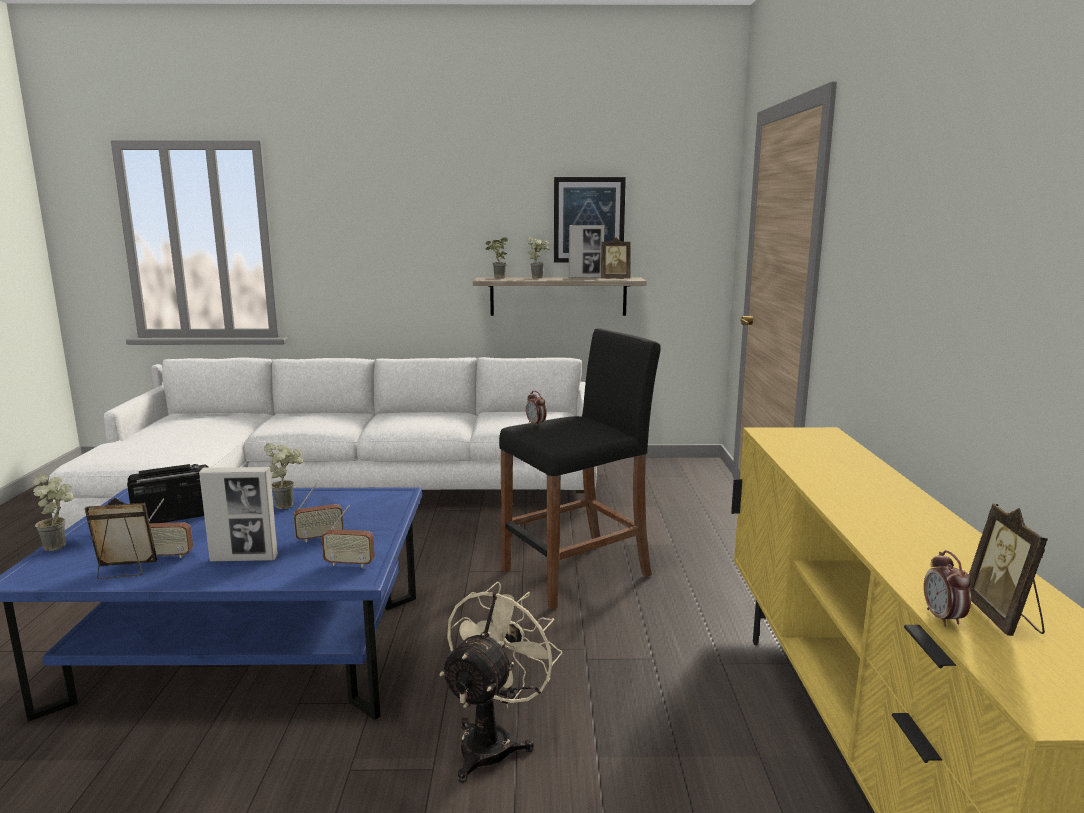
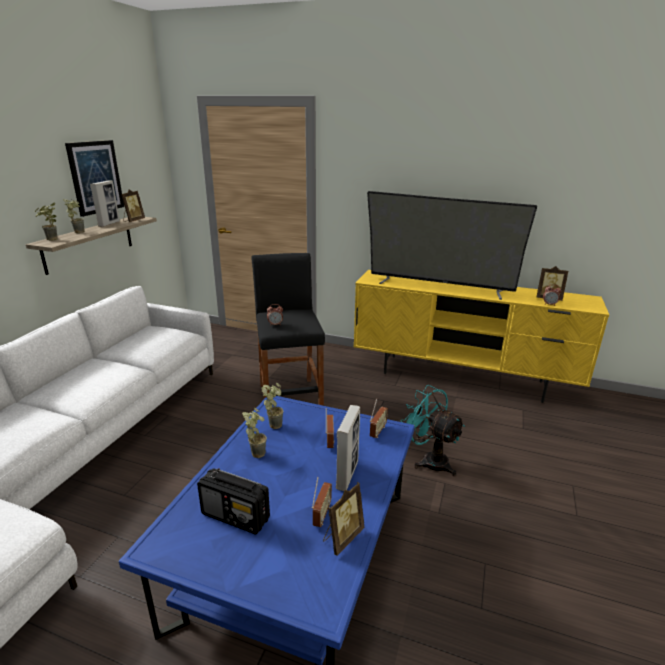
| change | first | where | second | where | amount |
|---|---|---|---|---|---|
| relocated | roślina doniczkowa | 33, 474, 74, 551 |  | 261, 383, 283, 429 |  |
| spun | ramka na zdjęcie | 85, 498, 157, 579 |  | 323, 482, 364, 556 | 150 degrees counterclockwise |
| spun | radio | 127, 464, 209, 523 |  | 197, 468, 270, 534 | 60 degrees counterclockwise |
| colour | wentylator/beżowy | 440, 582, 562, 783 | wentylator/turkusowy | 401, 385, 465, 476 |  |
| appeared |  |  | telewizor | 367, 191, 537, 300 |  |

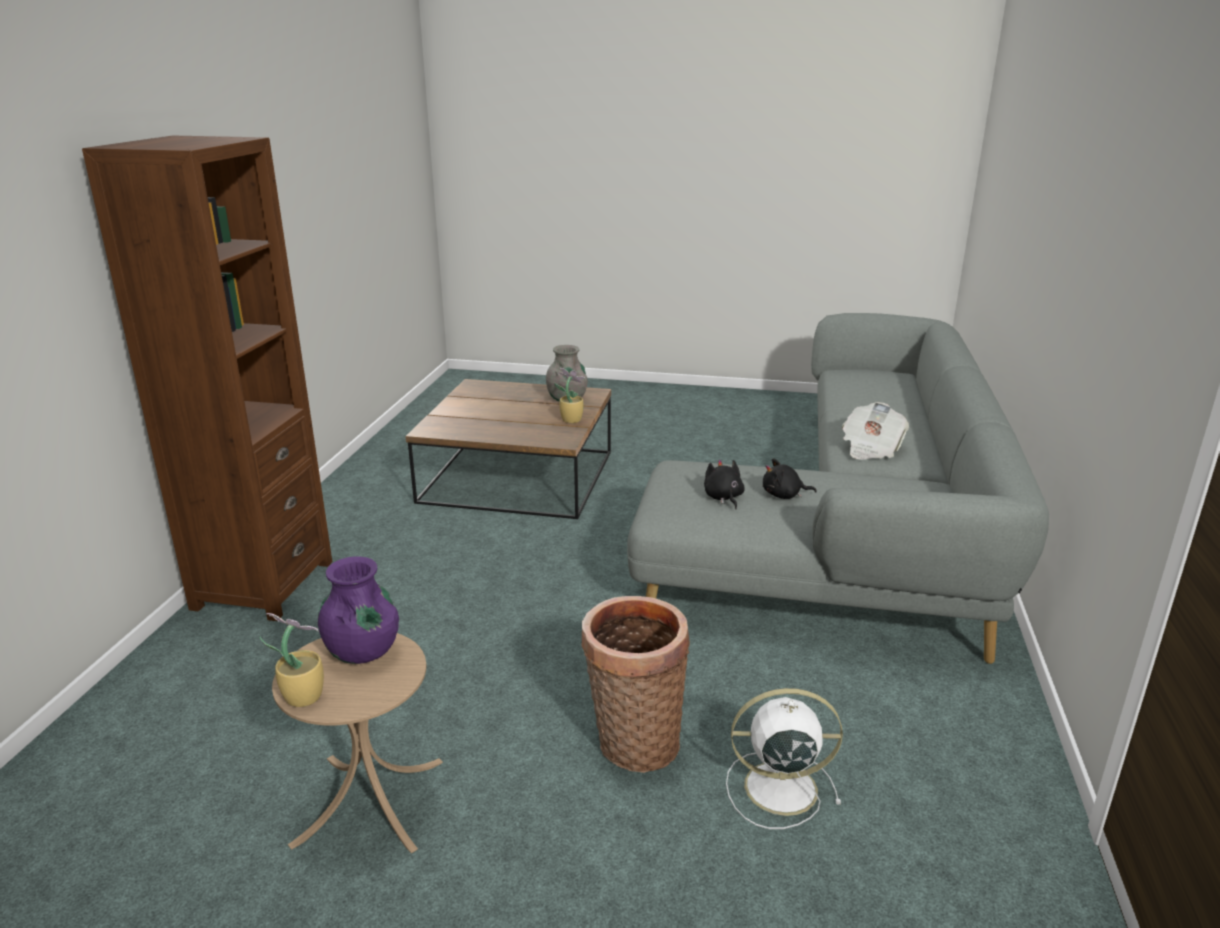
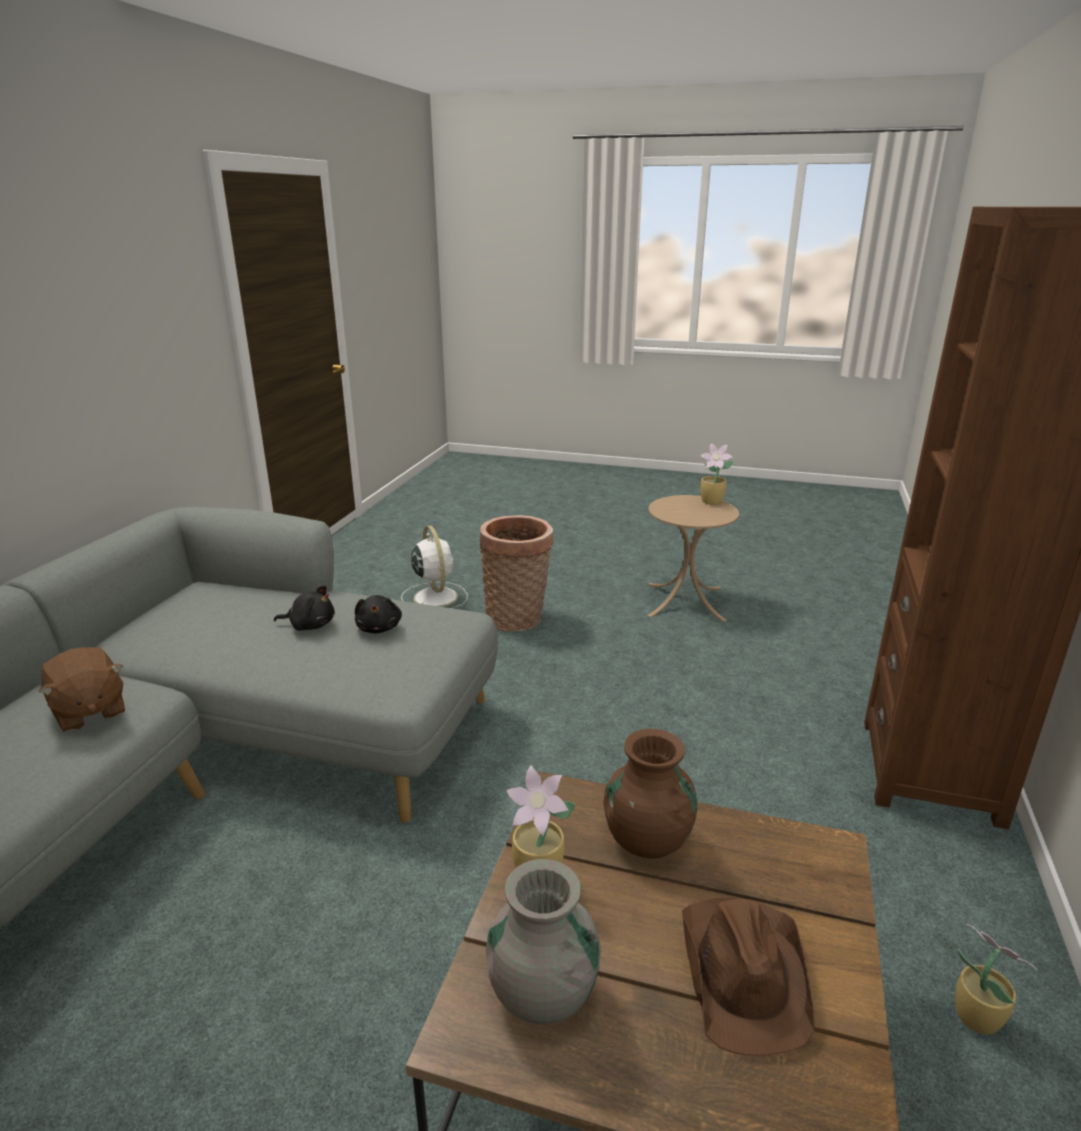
| change | first | where | second | where | amount |
|---|---|---|---|---|---|
| missing | wazon/fioletowy | 318, 557, 399, 664 |  |  |  |
| spun | wentylator/biały | 726, 688, 843, 829 |  | 401, 526, 468, 608 | 120 degrees counterclockwise |
| exchanged | gazeta | 842, 402, 909, 460 | pluszak/brązowy | 39, 647, 125, 732 |  |
| appeared |  |  | wazon/brązowy | 603, 729, 697, 858 |  |
| appeared |  |  | kapelusz/brązowy | 682, 898, 815, 1056 |  |
| appeared |  |  | roślina doniczkowa | 955, 924, 1037, 1035 |  |

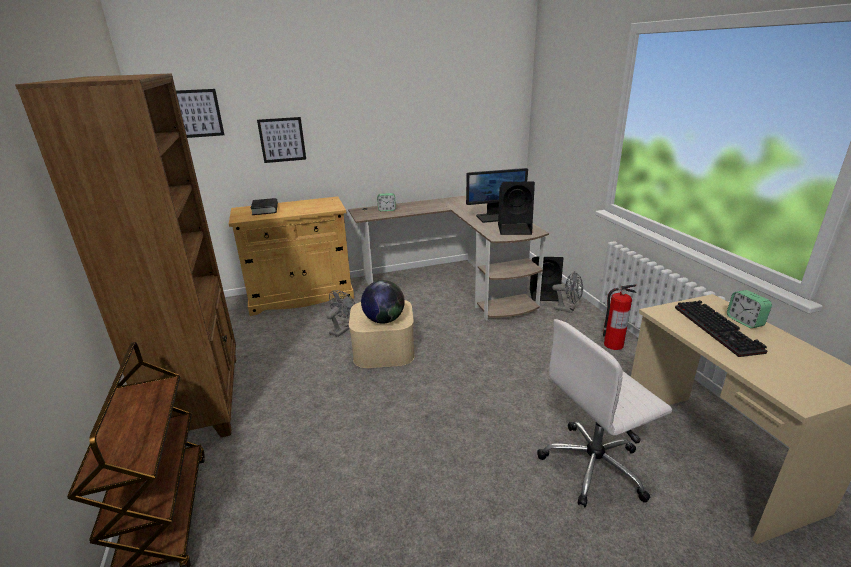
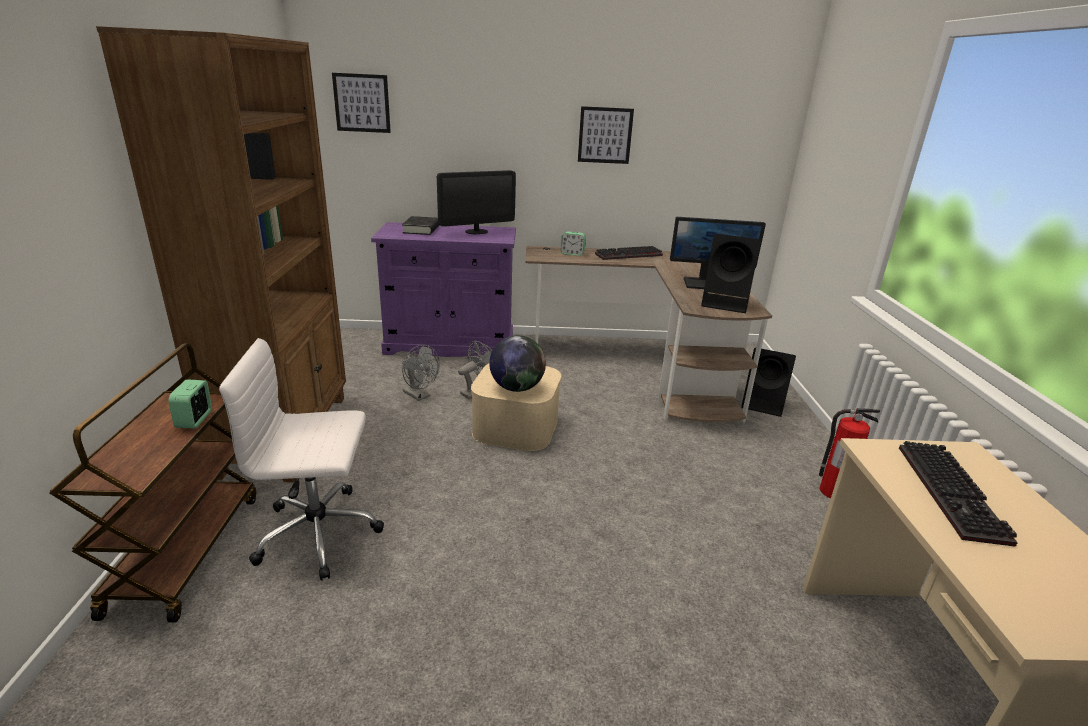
| change | first | where | second | where | amount |
|---|---|---|---|---|---|
| colour | szafka/beżowy | 229, 196, 354, 316 | szafka/fioletowy | 371, 222, 516, 357 |  |
| relocated | obraz | 257, 117, 306, 163 |  | 578, 106, 634, 164 |  |
| relocated | krzesło biurowe/biały | 537, 319, 672, 507 |  | 219, 338, 384, 581 |  |
| relocated | wentylator/szary | 552, 271, 583, 313 |  | 402, 345, 439, 401 |  |
| relocated | budzik | 727, 290, 772, 328 |  | 169, 380, 212, 428 |  |
| appeared |  |  | monitor | 437, 170, 516, 235 |  |
| appeared |  |  | klawiatura | 595, 246, 663, 260 |  |

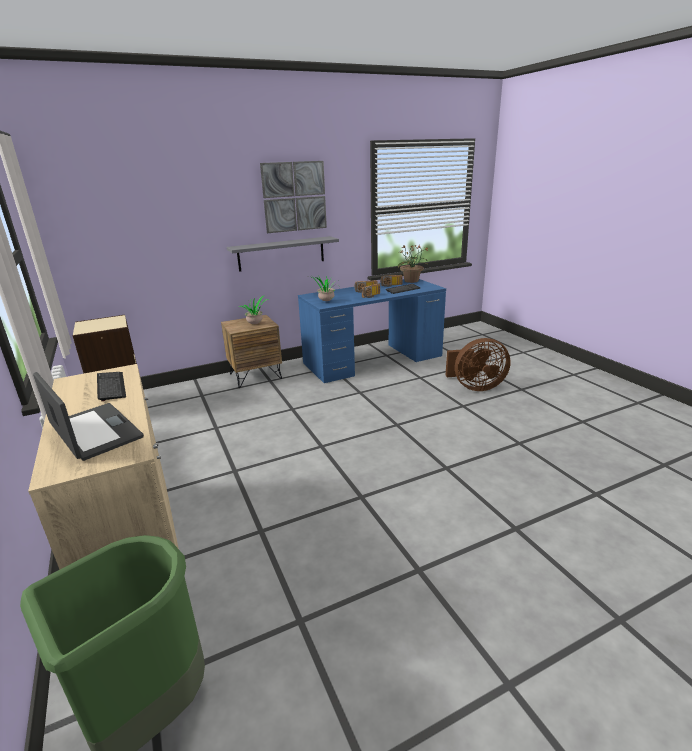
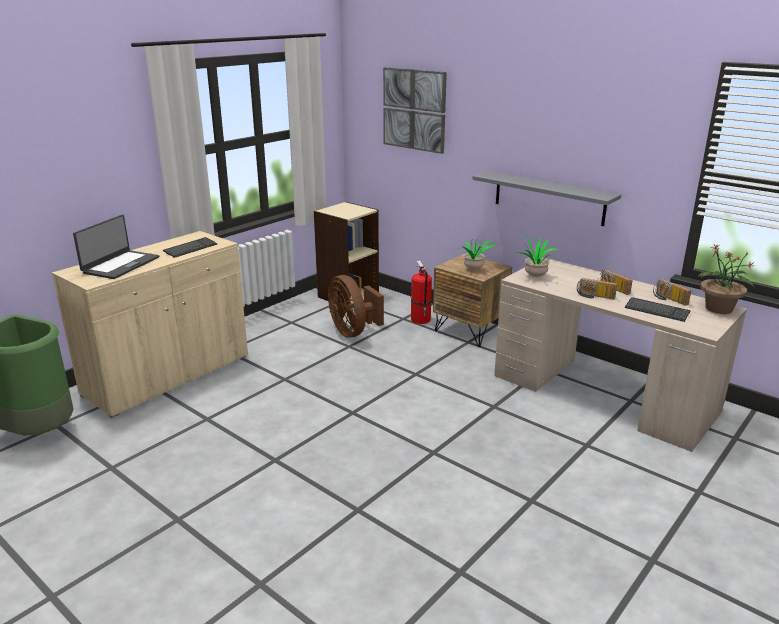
| change | first | where | second | where | amount |
|---|---|---|---|---|---|
| relocated | obraz | 260, 161, 327, 233 |  | 383, 67, 447, 154 |  |
| colour | biurko/niebieski | 298, 279, 446, 383 | biurko/beżowy | 494, 257, 747, 452 |  |
| relocated | wentylator/brązowy | 446, 338, 511, 391 |  | 328, 275, 384, 338 |  |
| appeared |  |  | gaśnica | 411, 260, 432, 324 |  |

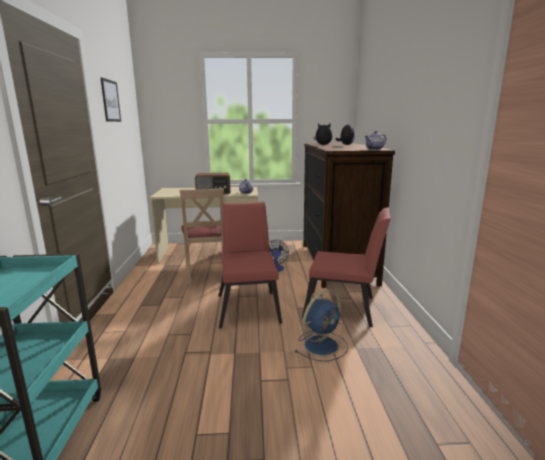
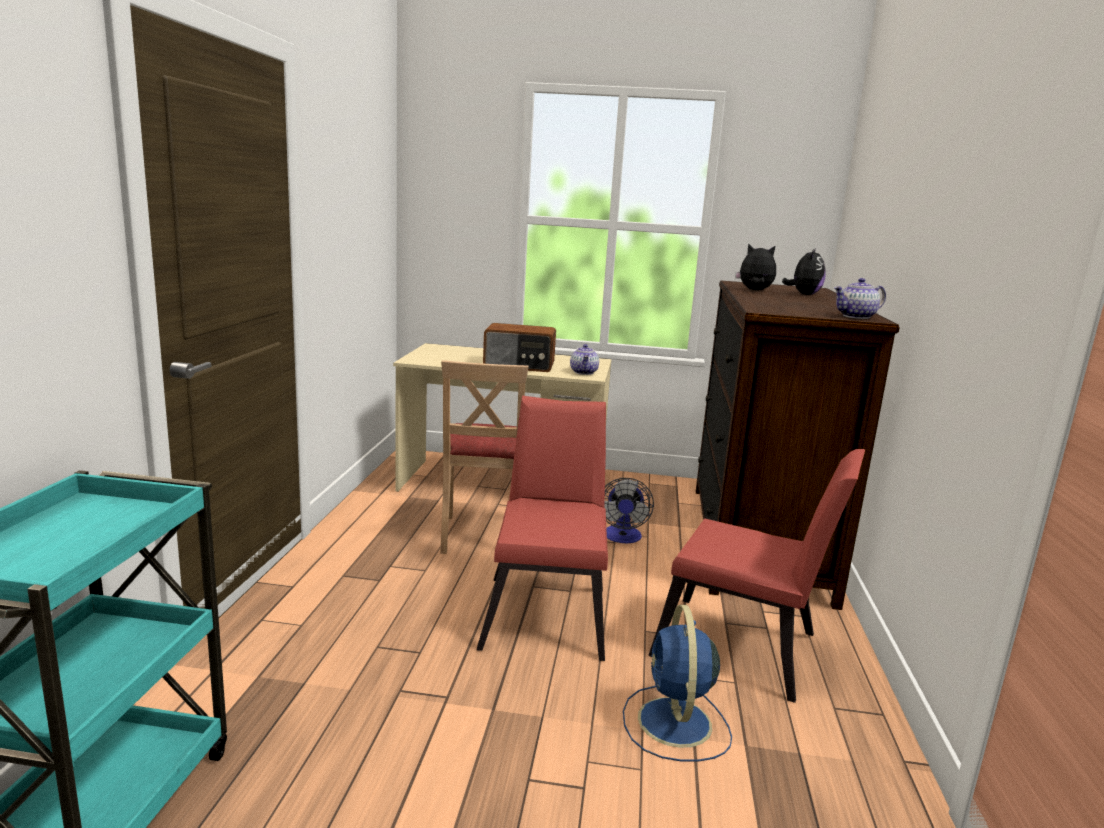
| change | first | where | second | where | amount |
|---|---|---|---|---|---|
| missing | obraz | 101, 78, 121, 122 |  |  |  |
| spun | wentylator/niebieski | 294, 290, 348, 361 |  | 623, 605, 732, 761 | 120 degrees clockwise |

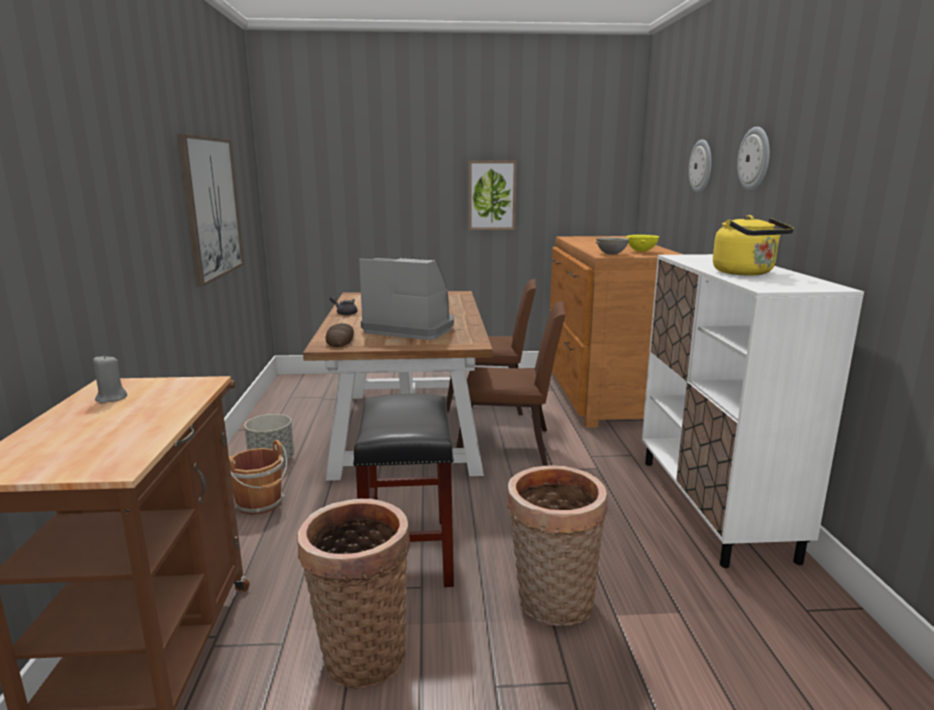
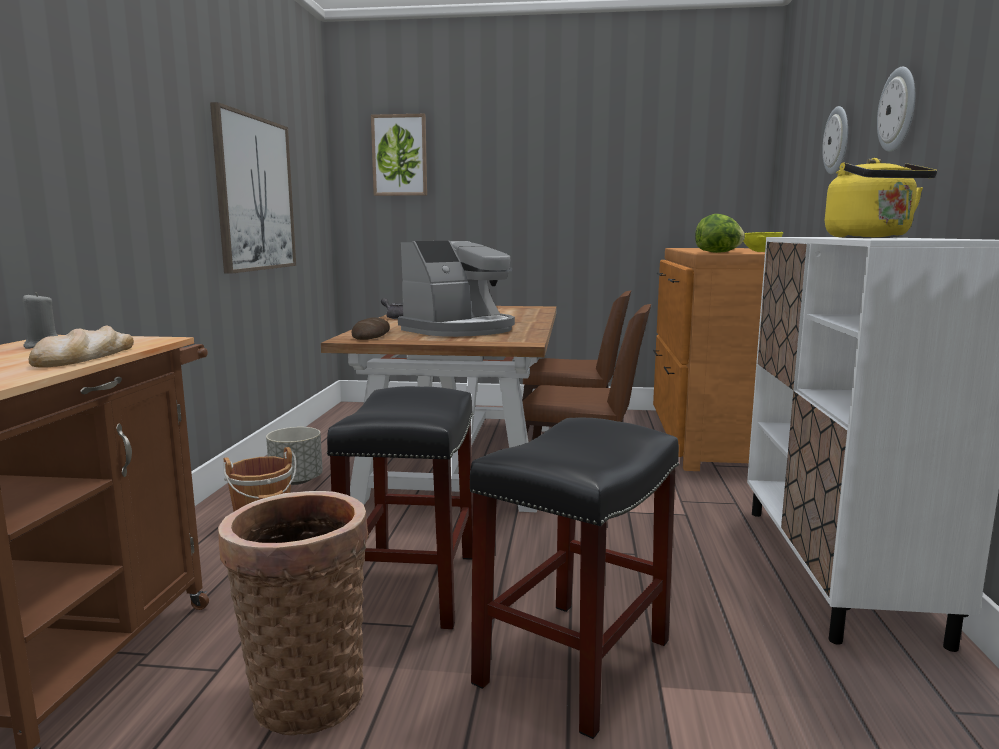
| change | first | where | second | where | amount |
|---|---|---|---|---|---|
| spun | ekspres do kawy | 359, 257, 454, 340 |  | 398, 241, 515, 337 | 105 degrees clockwise |
| relocated | obraz | 469, 160, 517, 230 |  | 371, 114, 427, 196 |  |
| exchanged | koszyk | 507, 465, 608, 626 | stołek/czarny | 470, 417, 679, 739 |  |
| exchanged | miska/szary | 596, 237, 629, 255 | sałata | 695, 214, 745, 253 |  |
| appeared |  |  | chleb | 29, 325, 134, 368 |  |

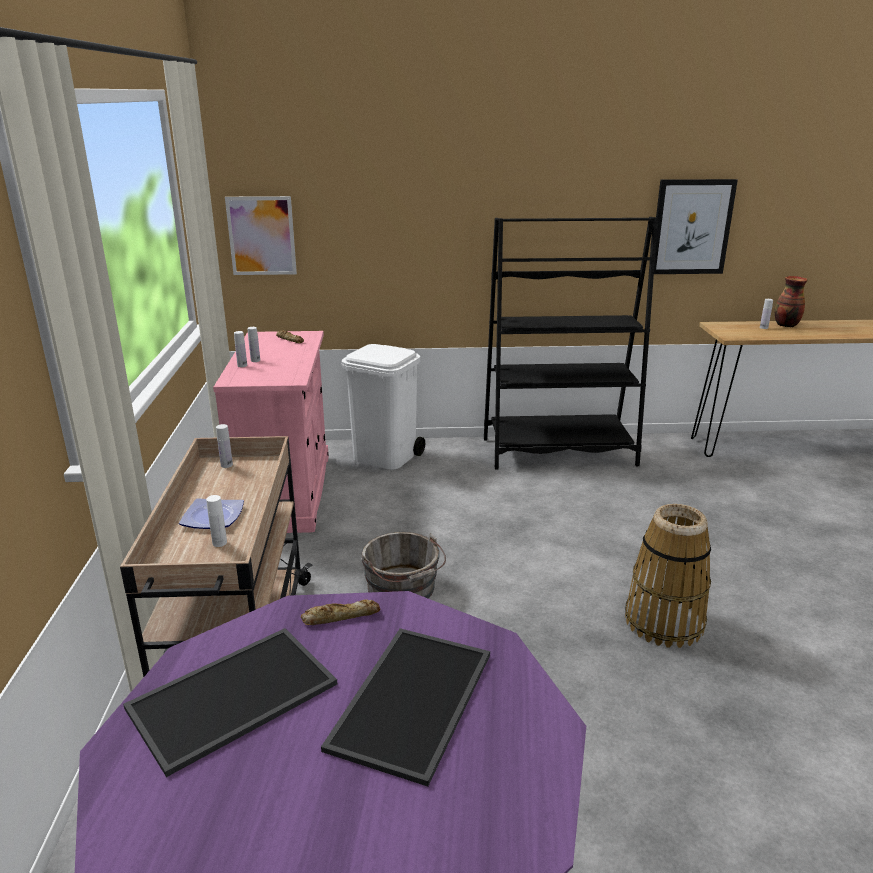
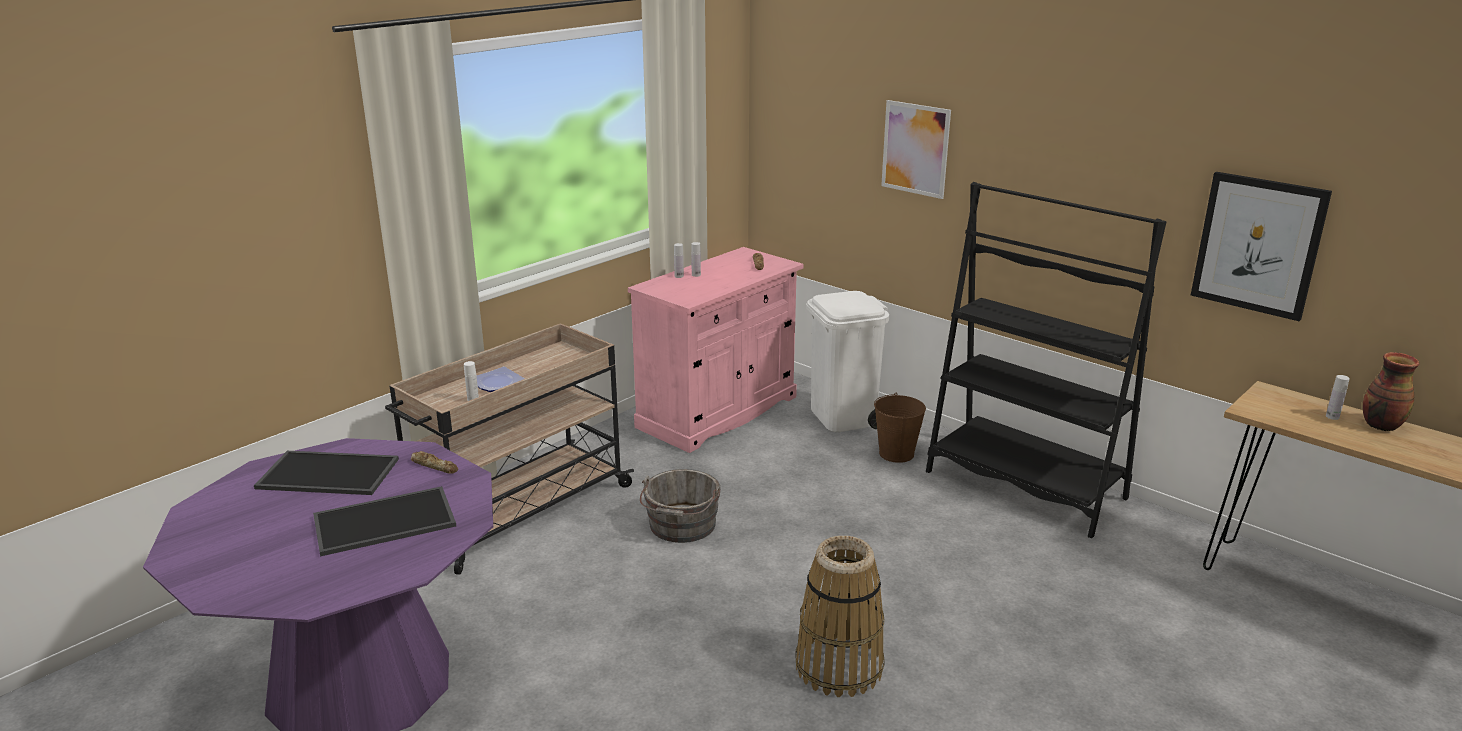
| change | first | where | second | where | amount |
|---|---|---|---|---|---|
| missing | butelka/biały | 216, 424, 233, 468 |  |  |  |
| relocated | obraz | 225, 196, 297, 275 |  | 881, 100, 951, 199 |  |
| appeared |  |  | wiadro/brązowy | 874, 393, 926, 463 |  |

